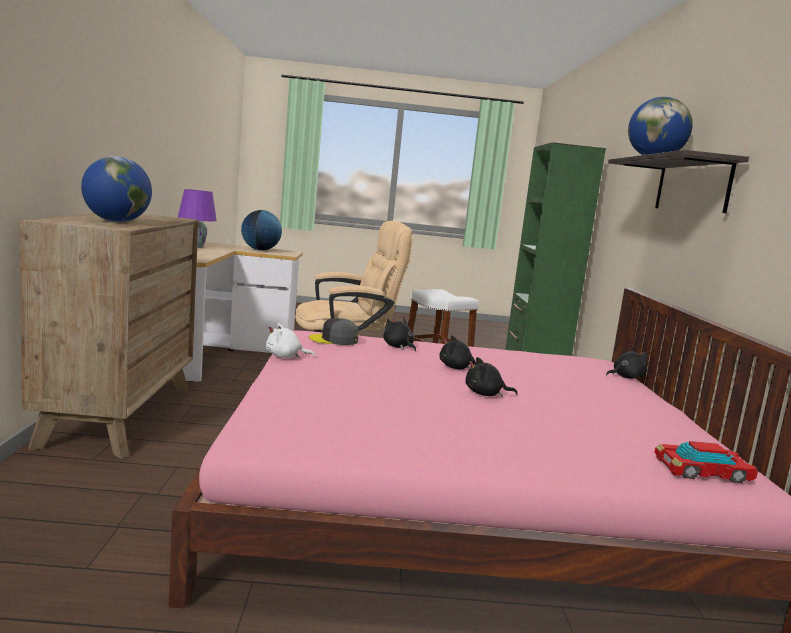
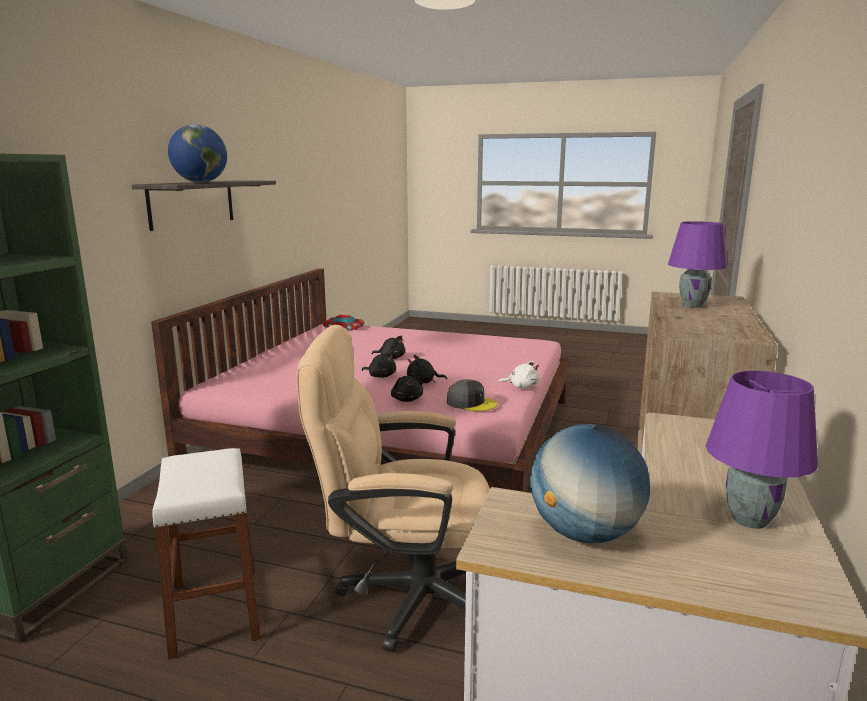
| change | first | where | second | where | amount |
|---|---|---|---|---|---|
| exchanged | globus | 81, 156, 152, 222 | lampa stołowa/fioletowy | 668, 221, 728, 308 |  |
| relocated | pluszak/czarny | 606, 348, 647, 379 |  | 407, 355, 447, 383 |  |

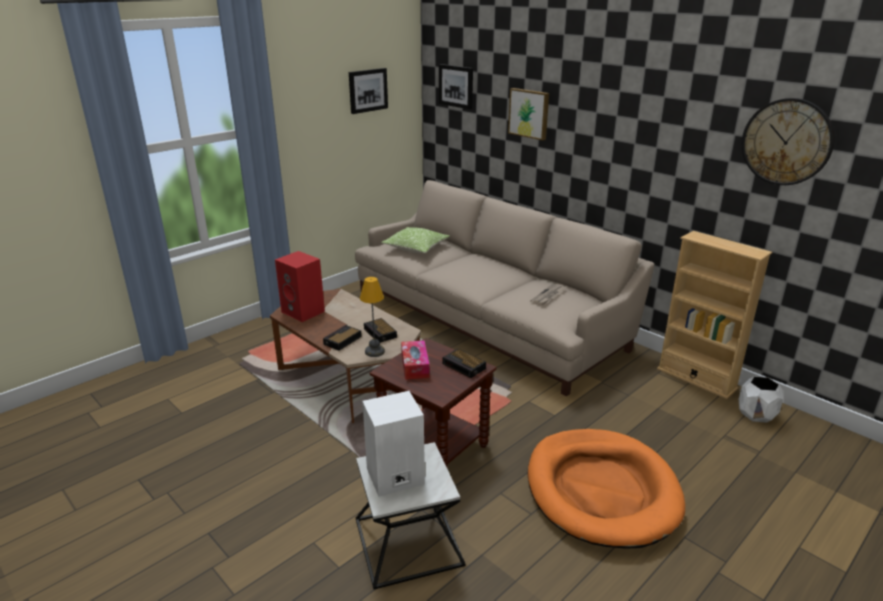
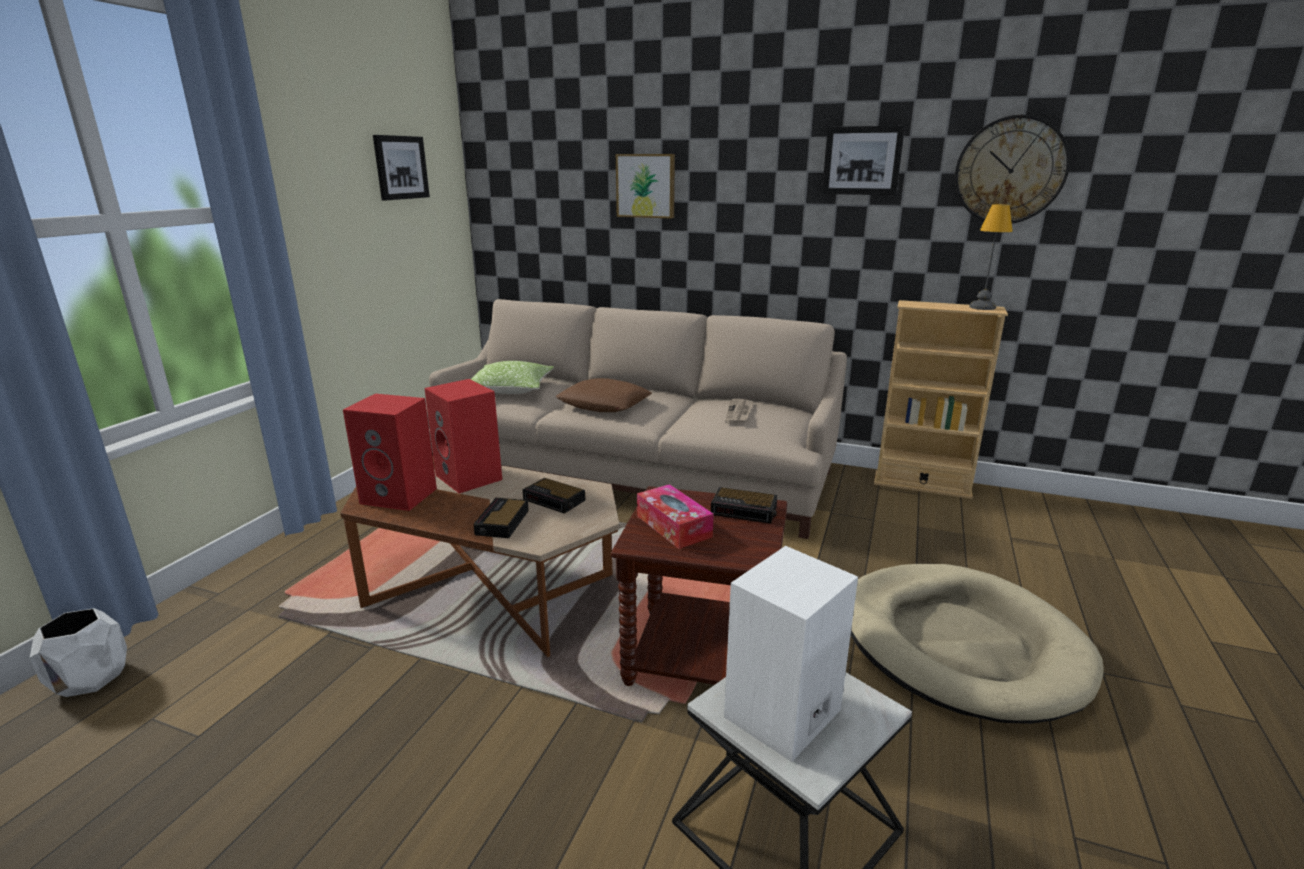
| change | first | where | second | where | amount |
|---|---|---|---|---|---|
| relocated | lampa stołowa | 360, 277, 385, 357 |  | 969, 204, 1013, 310 |  |
| relocated | obraz | 439, 64, 473, 109 |  | 822, 126, 905, 195 |  |
| colour | legowisko/pomarańczowy | 528, 429, 685, 548 | legowisko/beżowy | 851, 564, 1104, 724 |  |
| relocated | donica/biały | 739, 376, 783, 423 |  | 30, 608, 127, 697 |  |
| appeared |  |  | głośnik/czerwony | 425, 379, 502, 493 |  |
| appeared |  |  | poduszka/brązowy | 556, 378, 652, 412 |  |

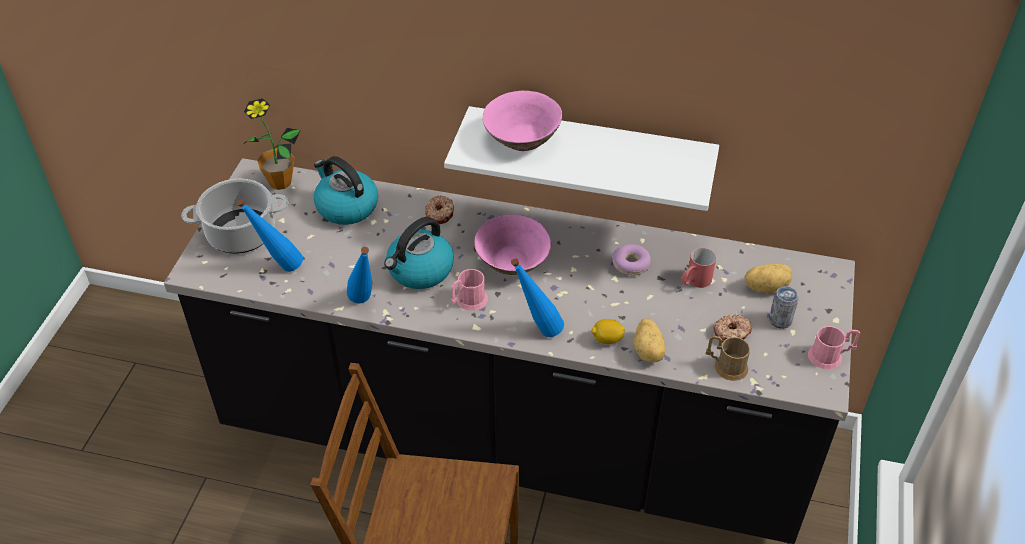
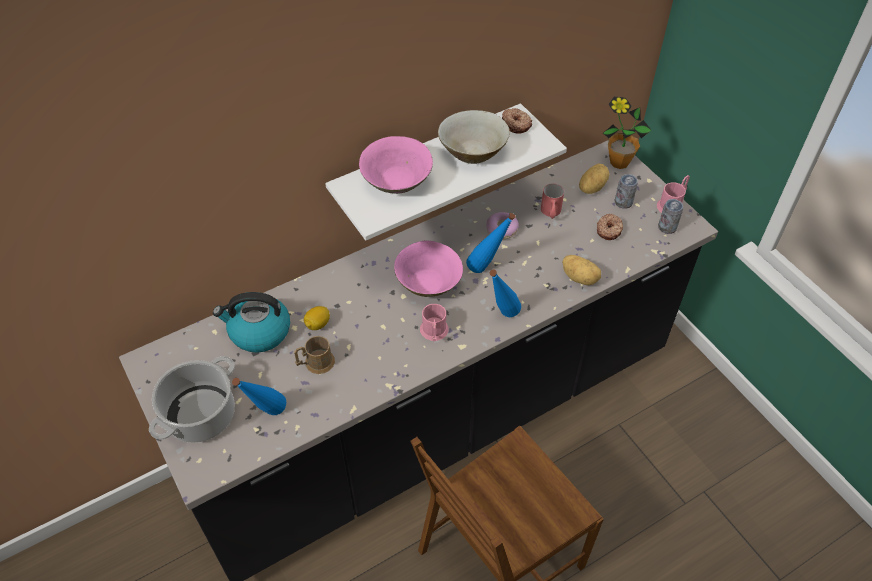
| change | first | where | second | where | amount |
|---|---|---|---|---|---|
| relocated | roślina doniczkowa | 244, 98, 300, 190 |  | 603, 97, 652, 169 |  |
| relocated | butelka/niebieski | 347, 247, 372, 303 |  | 466, 213, 516, 273 |  |
| missing | czajnik | 384, 217, 454, 289 |  |  |  |
| relocated | donut | 425, 195, 454, 224 |  | 502, 108, 532, 133 |  |
| relocated | cytryna | 591, 319, 625, 344 |  | 304, 306, 330, 330 |  |
| relocated | kubek/brązowy | 706, 336, 750, 381 |  | 294, 336, 335, 374 |  |
| appeared |  |  | miska/beżowy | 438, 110, 510, 164 |  |
| appeared |  |  | puszka | 658, 199, 683, 234 |  |

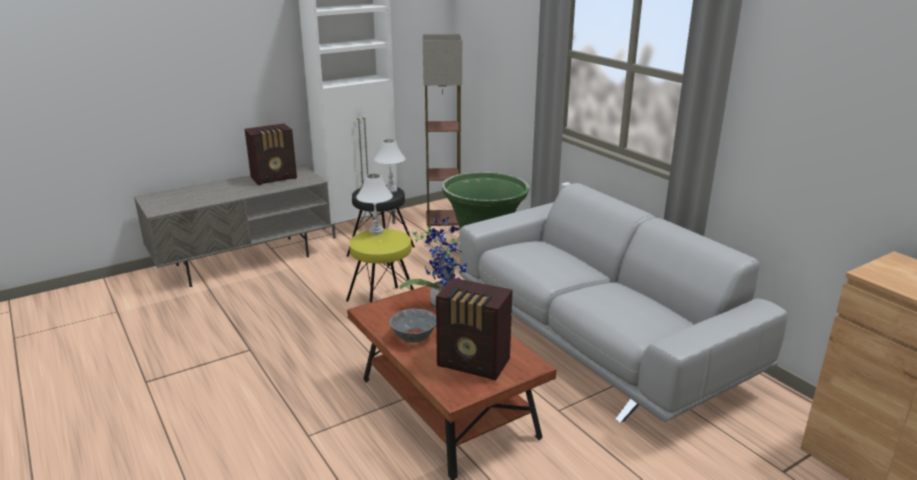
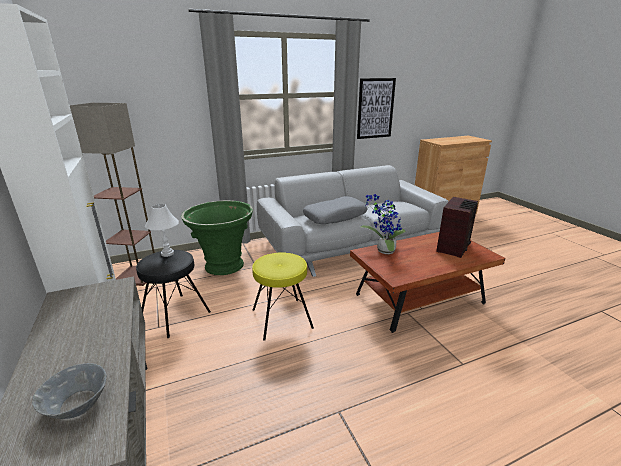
| change | first | where | second | where | amount |
|---|---|---|---|---|---|
| missing | radio | 245, 124, 297, 185 |  |  |  |
| missing | lampa stołowa/biały | 356, 174, 393, 235 |  |  |  |
| relocated | miska/szary | 390, 309, 436, 343 |  | 32, 363, 107, 419 |  |
| appeared |  |  | poduszka/szary | 303, 196, 368, 224 |  |
| appeared |  |  | obraz | 357, 78, 396, 139 |  |

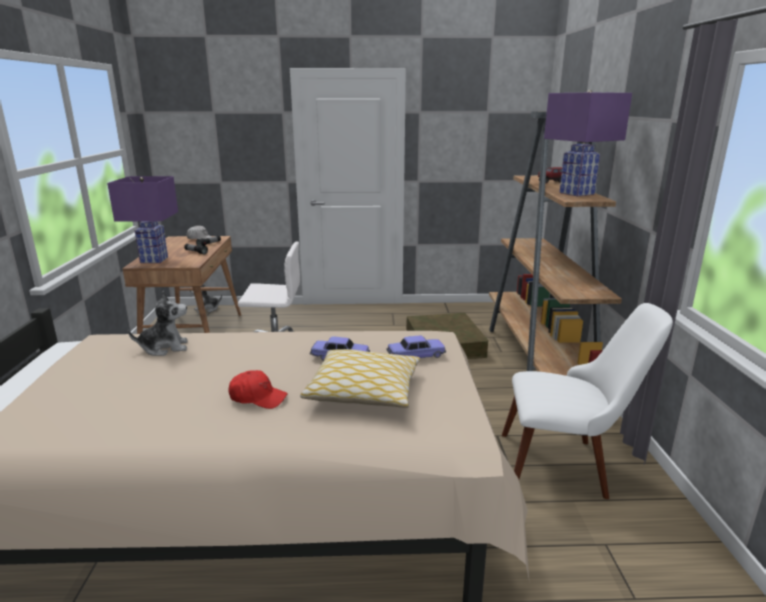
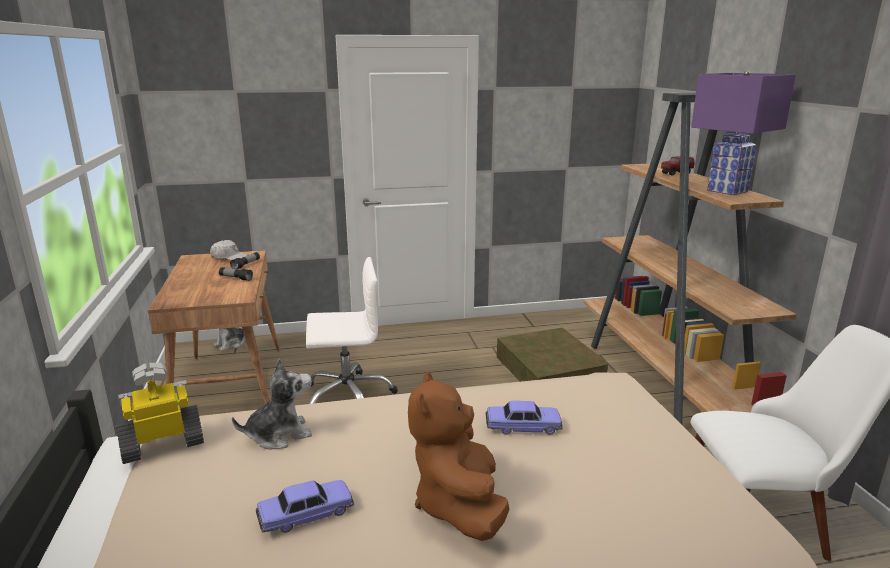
| change | first | where | second | where | amount |
|---|---|---|---|---|---|
| missing | lampa stołowa/fioletowy | 107, 176, 178, 263 |  |  |  |
| exchanged | czapka z daszkiem/czerwony | 228, 370, 288, 409 | pluszak/brązowy | 408, 371, 510, 541 |  |
| missing | poduszka | 300, 349, 420, 408 |  |  |  |
| relocated | samochodzik | 386, 335, 446, 358 |  | 256, 480, 354, 533 |  |
| appeared |  |  | robot zabawkowy | 116, 363, 204, 464 |  |

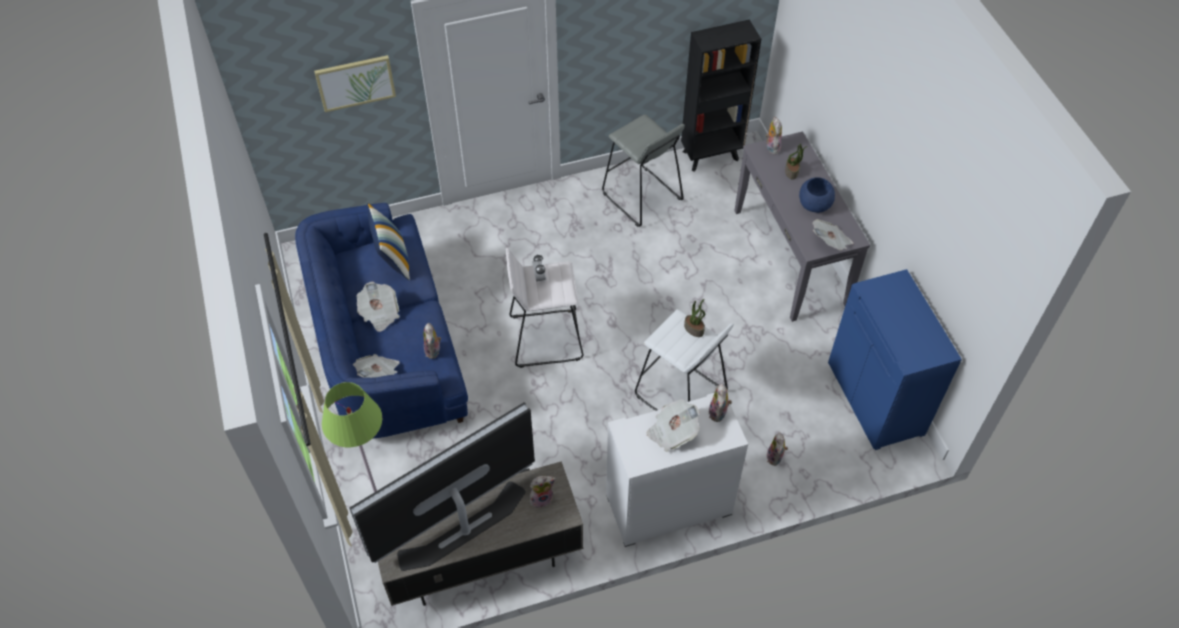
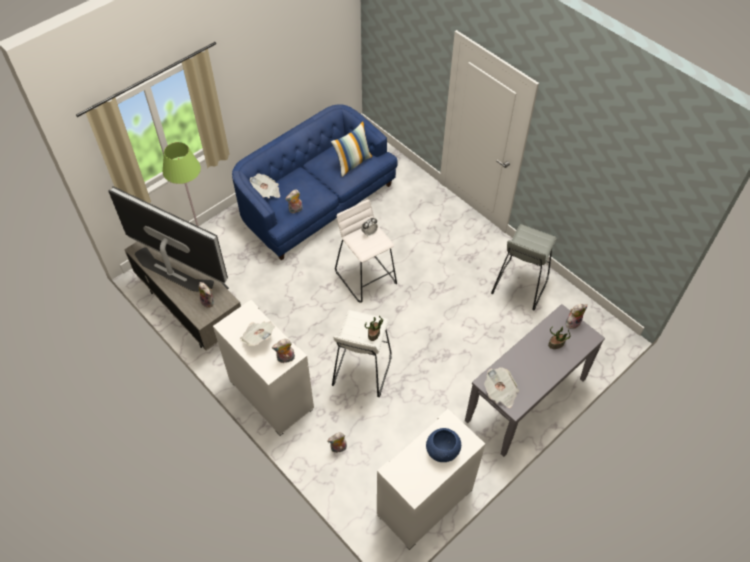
| change | first | where | second | where | amount |
|---|---|---|---|---|---|
| missing | obraz | 314, 55, 396, 112 |  |  |  |
| missing | gazeta | 356, 281, 400, 332 |  |  |  |
| missing | regał/czarny | 681, 19, 761, 172 |  |  |  |
| relocated | miska/niebieski | 799, 177, 835, 213 |  | 426, 428, 461, 462 |  |
| colour | szafka/niebieski | 828, 269, 962, 450 | szafka/biały | 377, 409, 485, 550 |  |

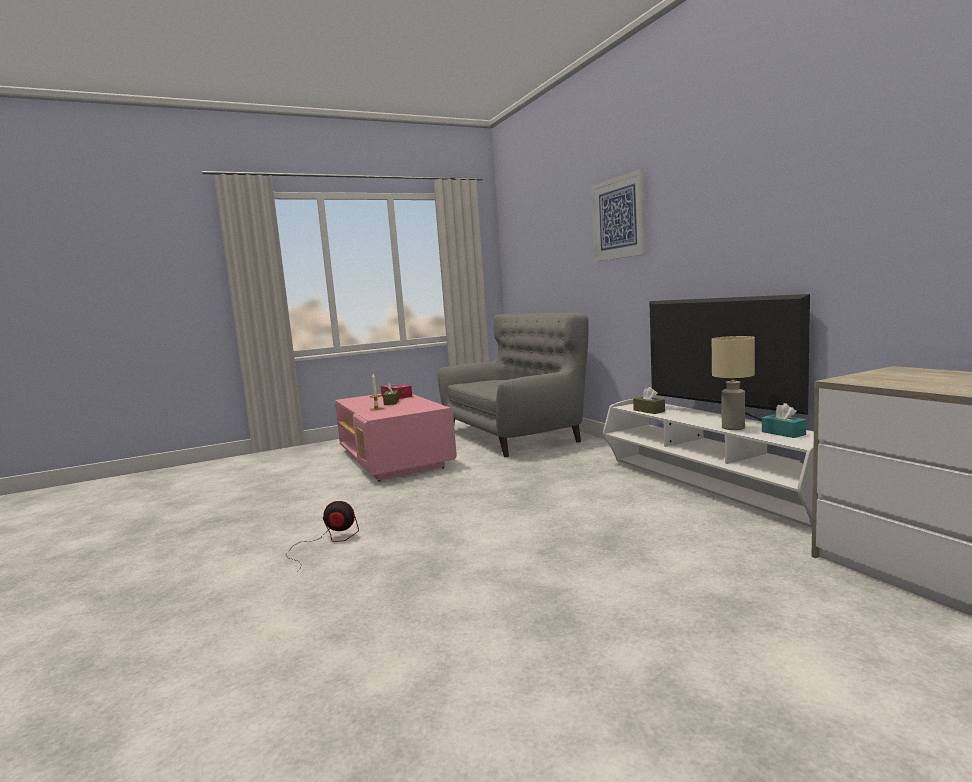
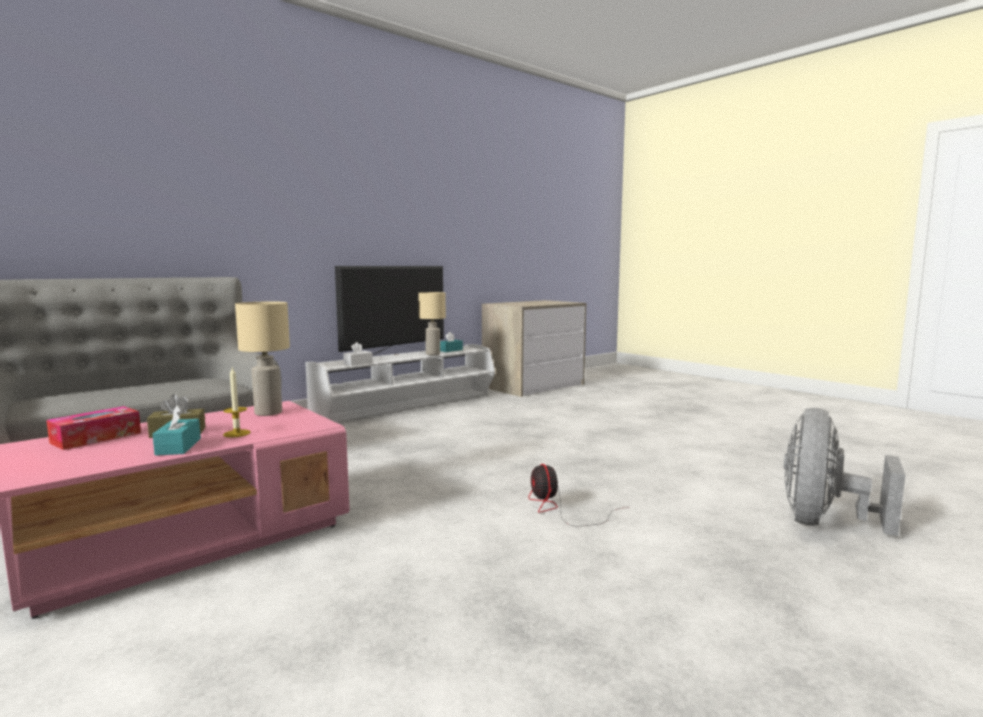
| change | first | where | second | where | amount |
|---|---|---|---|---|---|
| missing | obraz | 591, 169, 647, 262 |  |  |  |
| colour | pudełko chusteczek/brązowy | 633, 387, 665, 414 | pudełko chusteczek/biały | 343, 342, 373, 366 |  |
| appeared |  |  | pudełko chusteczek/turkusowy | 153, 405, 201, 456 |  |
| appeared |  |  | lampa stołowa/beżowy | 235, 302, 290, 416 |  |
| appeared |  |  | wentylator/szary | 784, 408, 905, 536 |  |

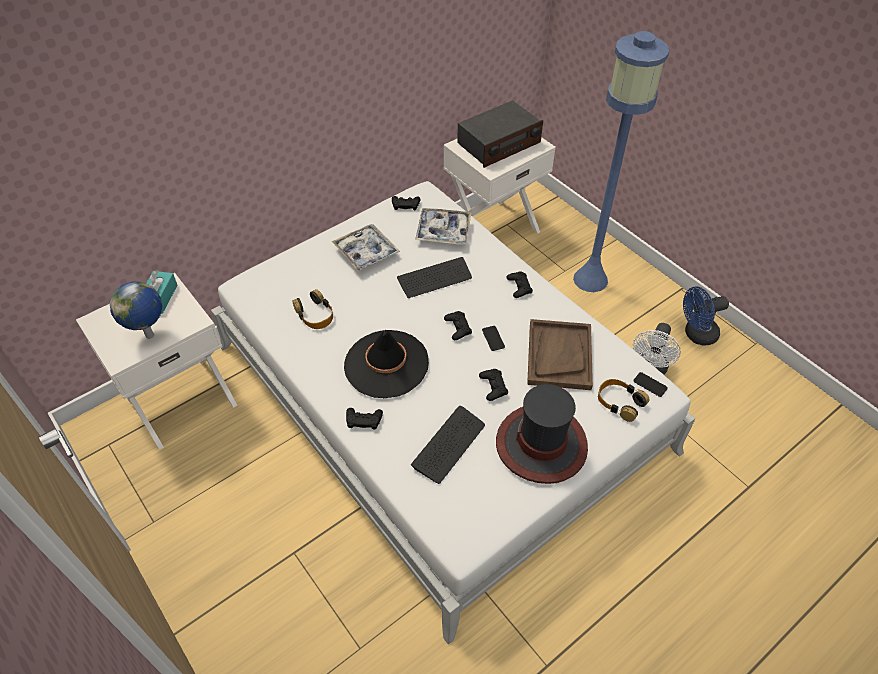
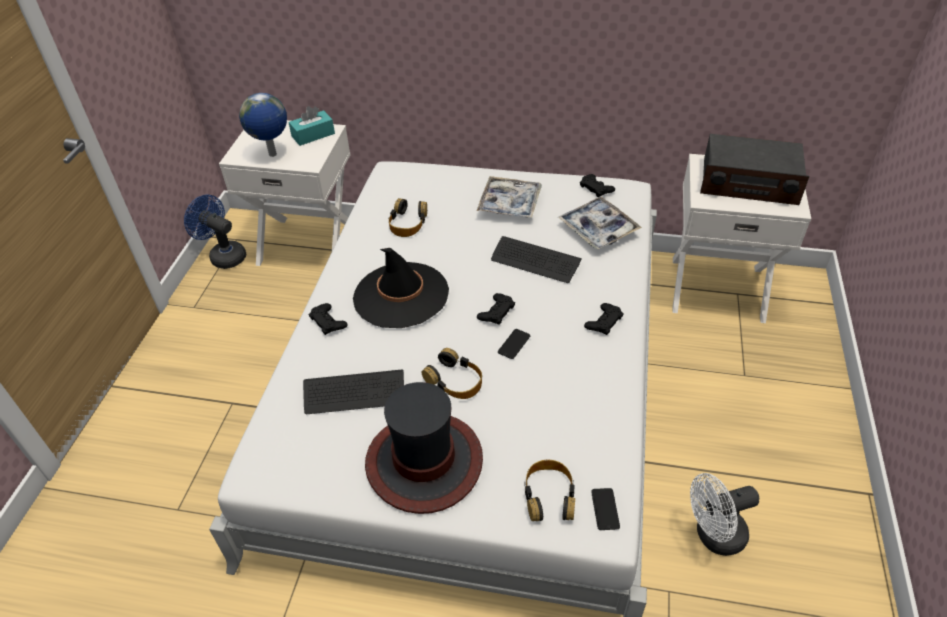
| change | first | where | second | where | amount |
|---|---|---|---|---|---|
| exchanged | pad do gier/czarny | 479, 369, 508, 401 | słuchawki | 421, 348, 482, 399 |  |
| missing | taca/brązowy | 527, 319, 593, 390 |  |  |  |
| missing | lampa stojąca/niebieski | 573, 31, 669, 292 |  |  |  |
| relocated | wentylator/niebieski | 683, 286, 729, 346 |  | 184, 194, 246, 269 |  |

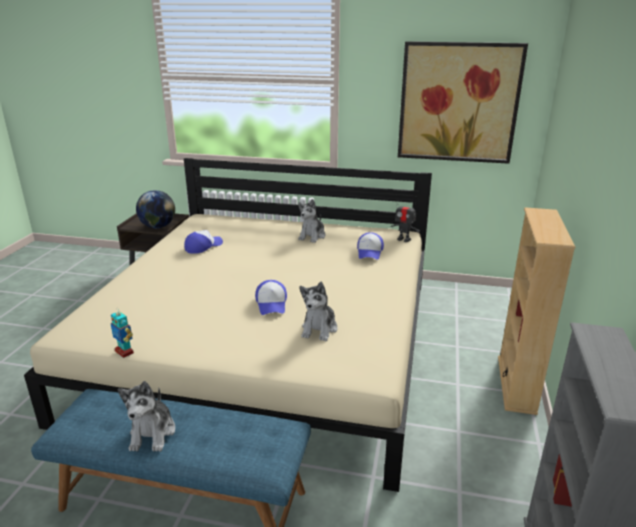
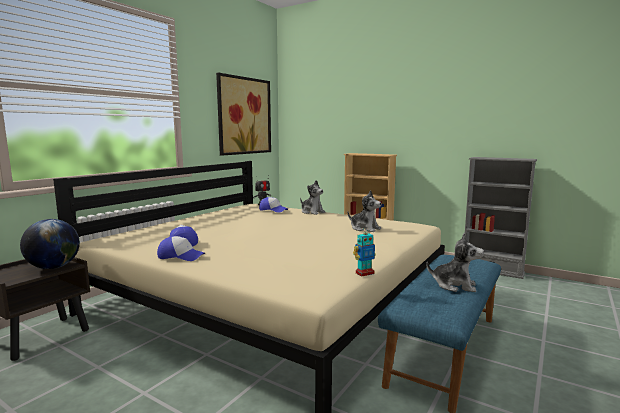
| change | first | where | second | where | amount |
|---|---|---|---|---|---|
| relocated | czapka z daszkiem | 255, 280, 287, 315 |  | 157, 236, 205, 261 |  |
| relocated | pluszak | 298, 199, 326, 243 |  | 300, 180, 325, 215 |  |

